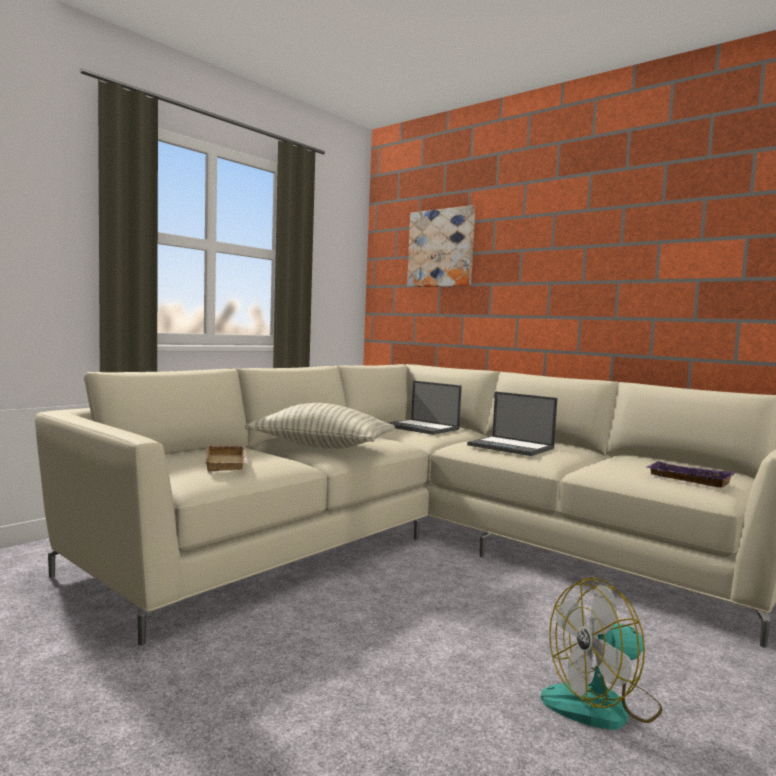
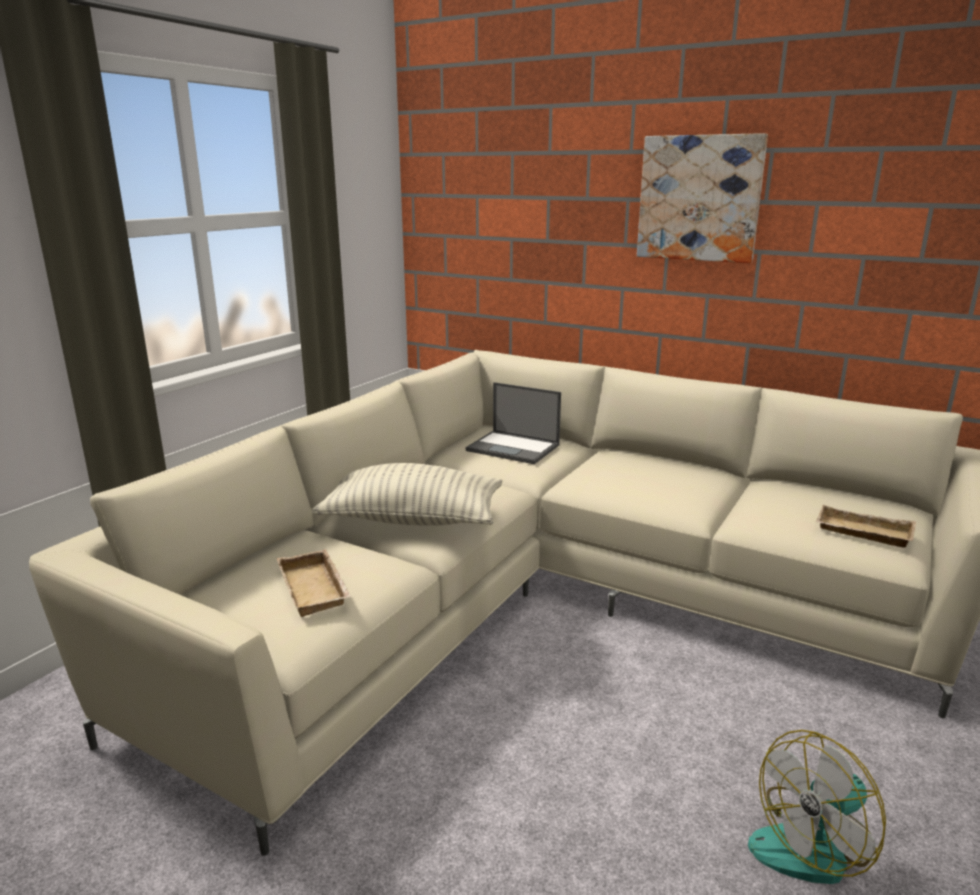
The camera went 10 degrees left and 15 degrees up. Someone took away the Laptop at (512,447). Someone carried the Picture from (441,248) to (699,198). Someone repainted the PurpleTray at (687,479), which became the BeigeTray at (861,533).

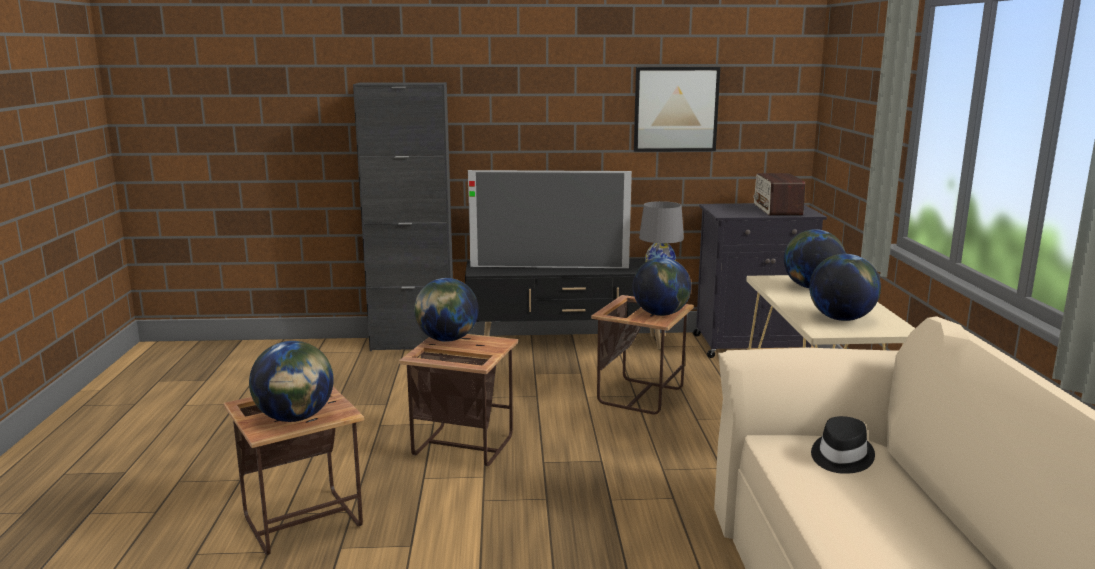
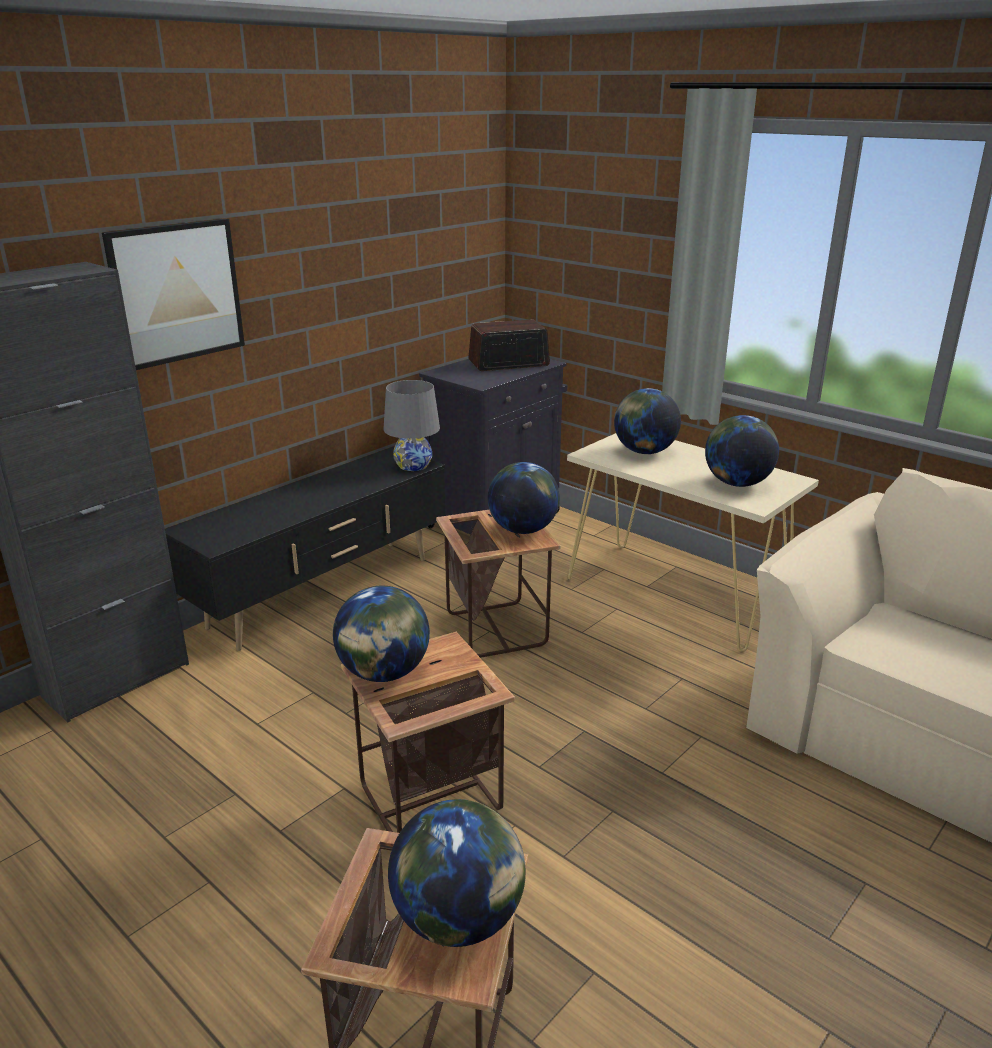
The camera went 45 degrees left and 10 degrees up. Someone took away the Television at (549,267). Someone took away the BlackHat at (840,457). Someone carried the Picture from (676,109) to (176,293). Someone rotated the Radio at (777,209) by 120 degrees clockwise.

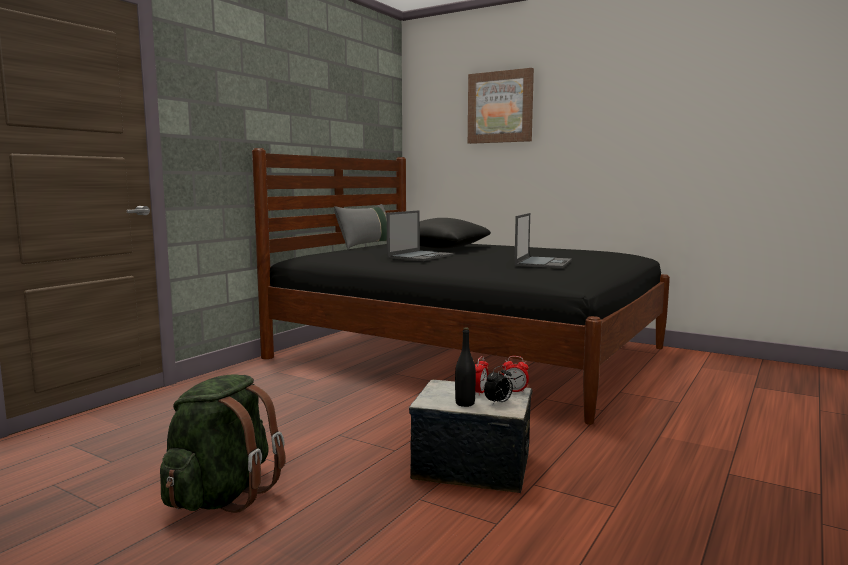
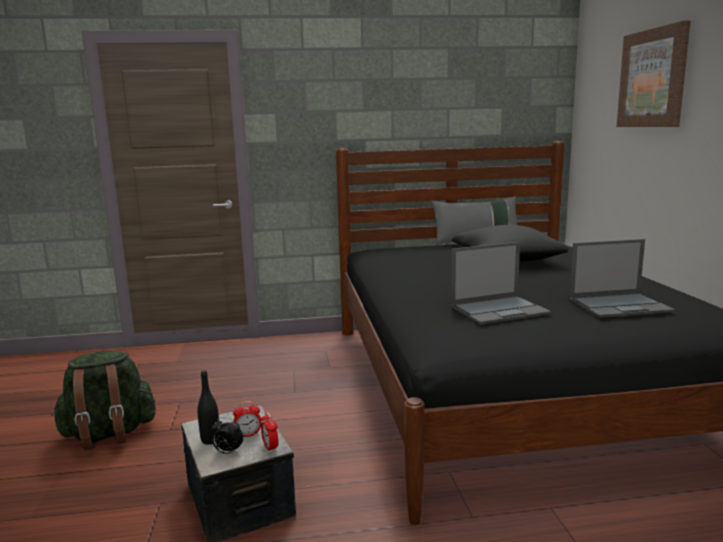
The camera went 50 degrees right and 5 degrees up. Someone carried the Laptop from (420,256) to (620,305).

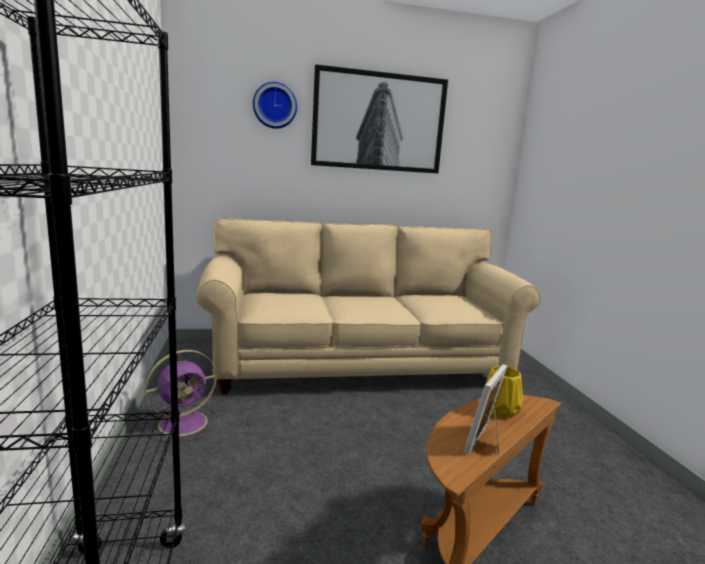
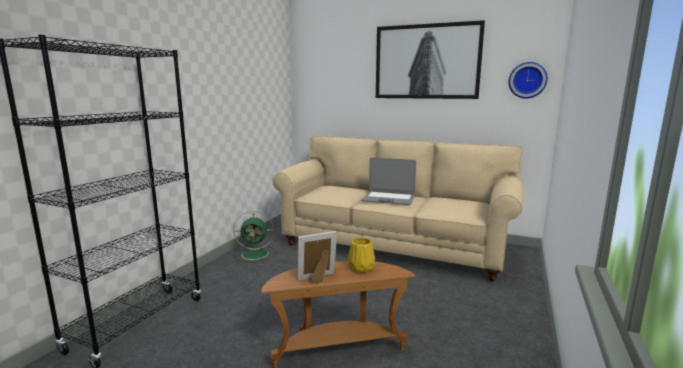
The camera went 35 degrees right and 0 degrees up. Someone put down the Laptop at (388,199). Someone carried the WallClock from (275,106) to (527,80). Someone repainted the PurpleFan at (185,423), which became the GreenFan at (256,254).

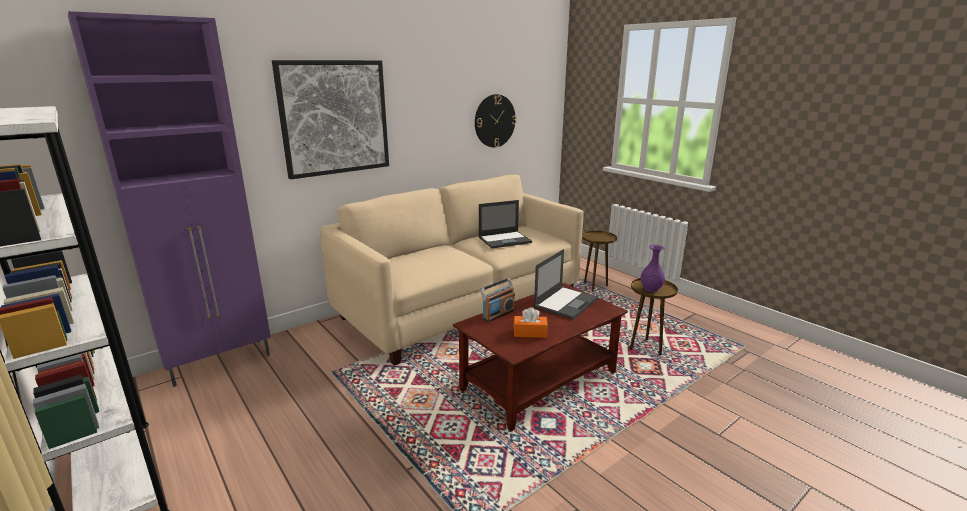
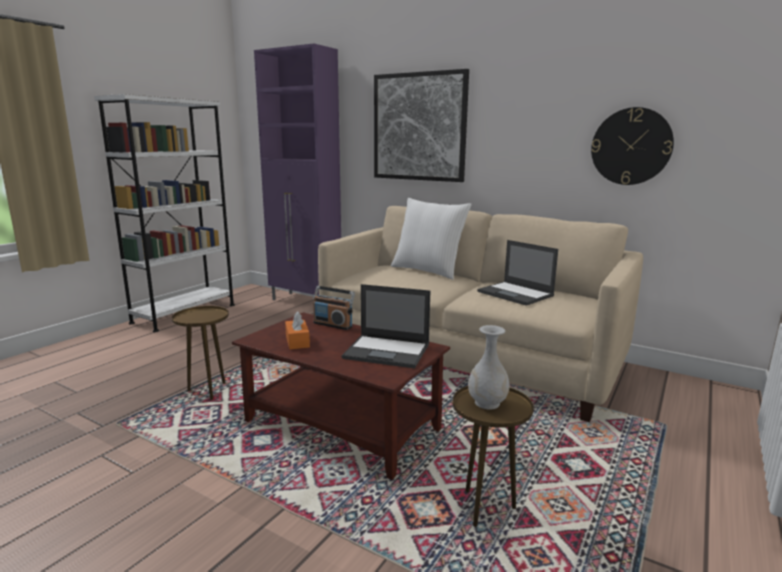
The camera went 70 degrees right and 5 degrees down. Someone put down the WhitePillow at (428,270). Someone carried the BrownSideTable from (594,286) to (208,391). Someone repainted the PurpleVase at (650,289), which became the WhiteVase at (487,403).

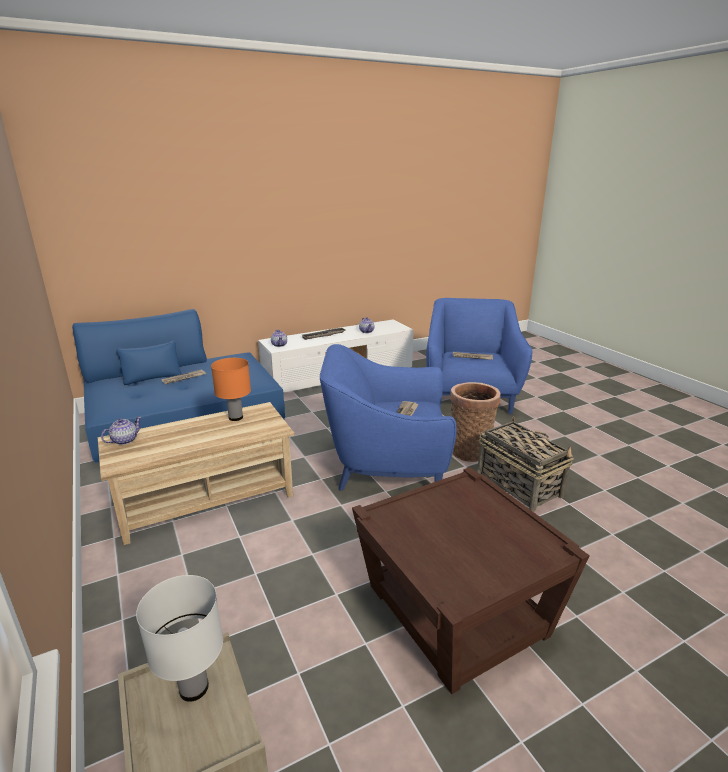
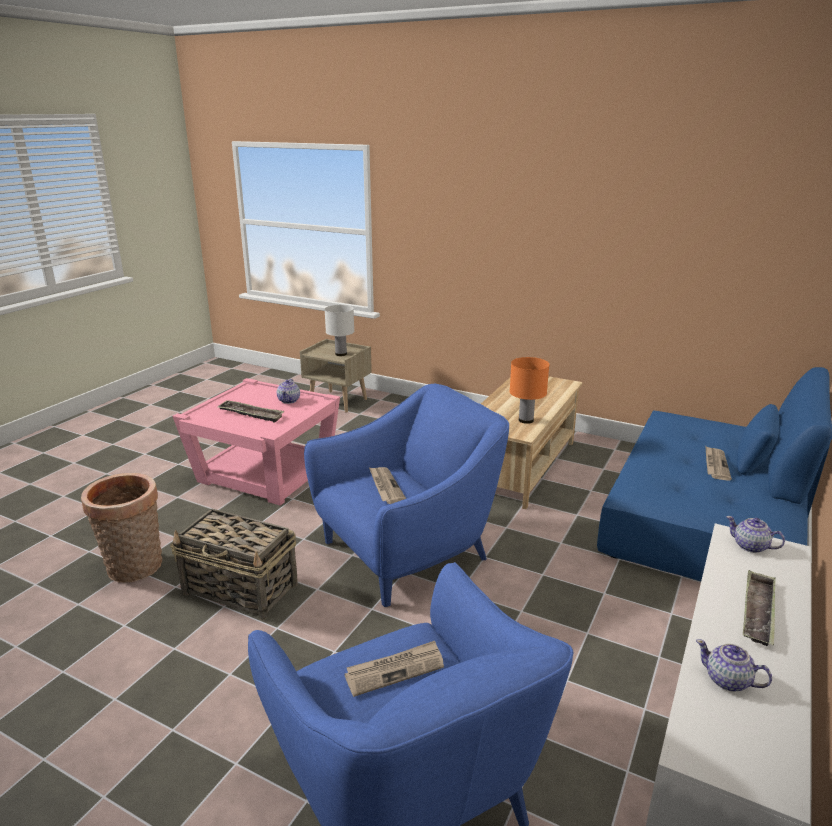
The camera went 145 degrees right and 0 degrees up. Someone put down the Tray at (251,414). Someone carried the Teapot from (124,440) to (289,400). Someone carried the Basket from (469,450) to (135,569). Someone repainted the BrownSideTable at (454,611), which became the PinkSideTable at (266,473).

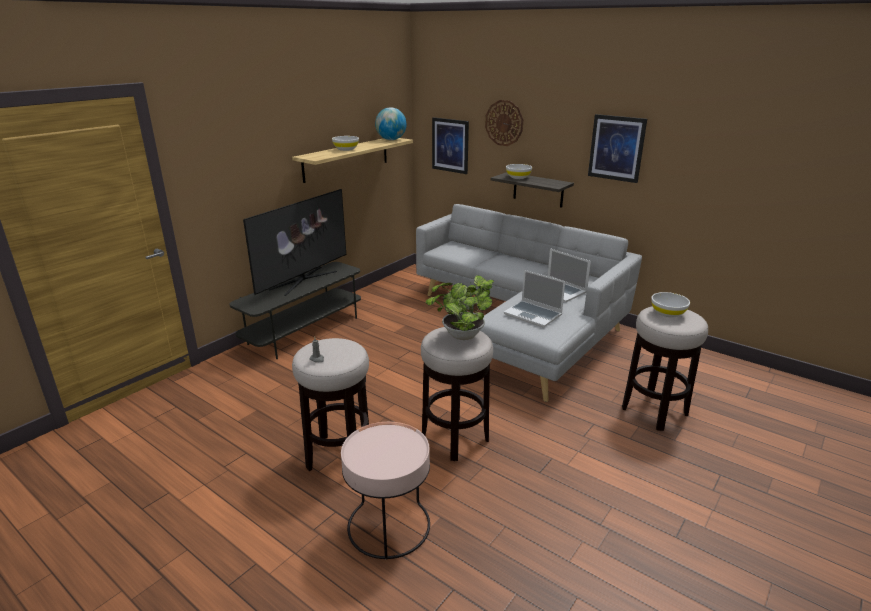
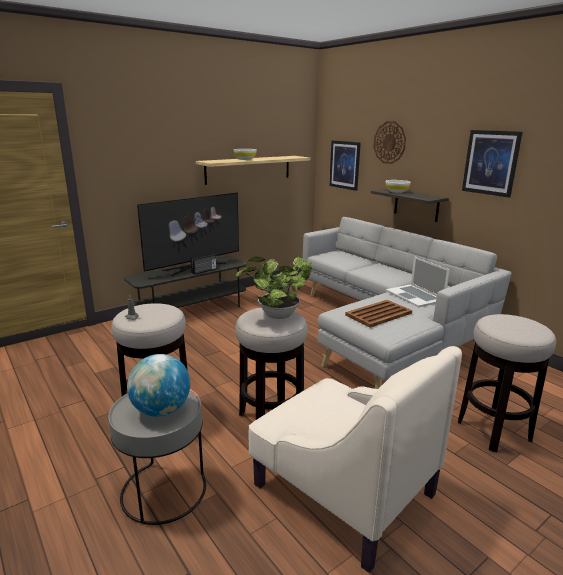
The camera went 15 degrees right and 5 degrees down. Someone took away the WhiteBowl at (668,313). Someone put down the Radio at (204,271). Someone put down the BeigeArmchair at (342,488). Someone carried the Globe from (391,140) to (161,410). Someone swapped the Laptop at (534,315) for the BrownTray at (379,314). Someone repainted the PinkSideTable at (388,526), which became the GreySideTable at (163,491).

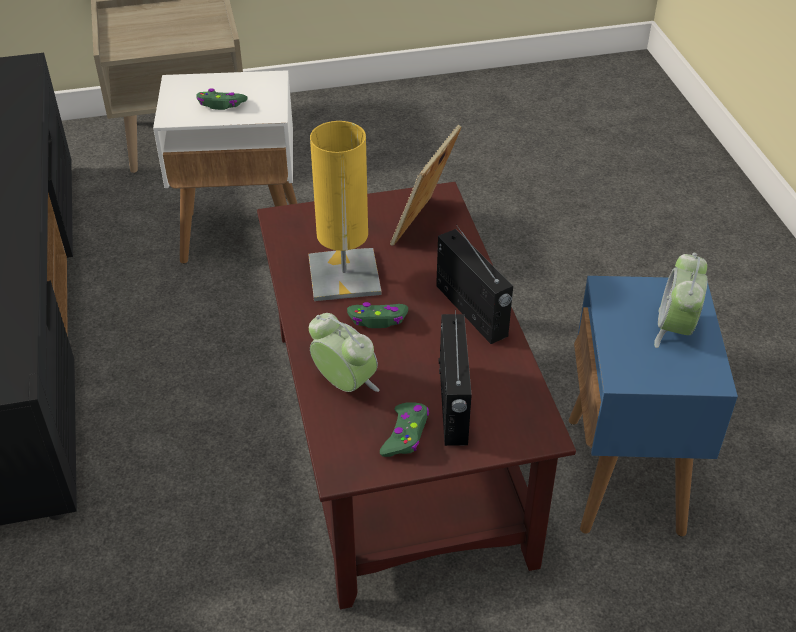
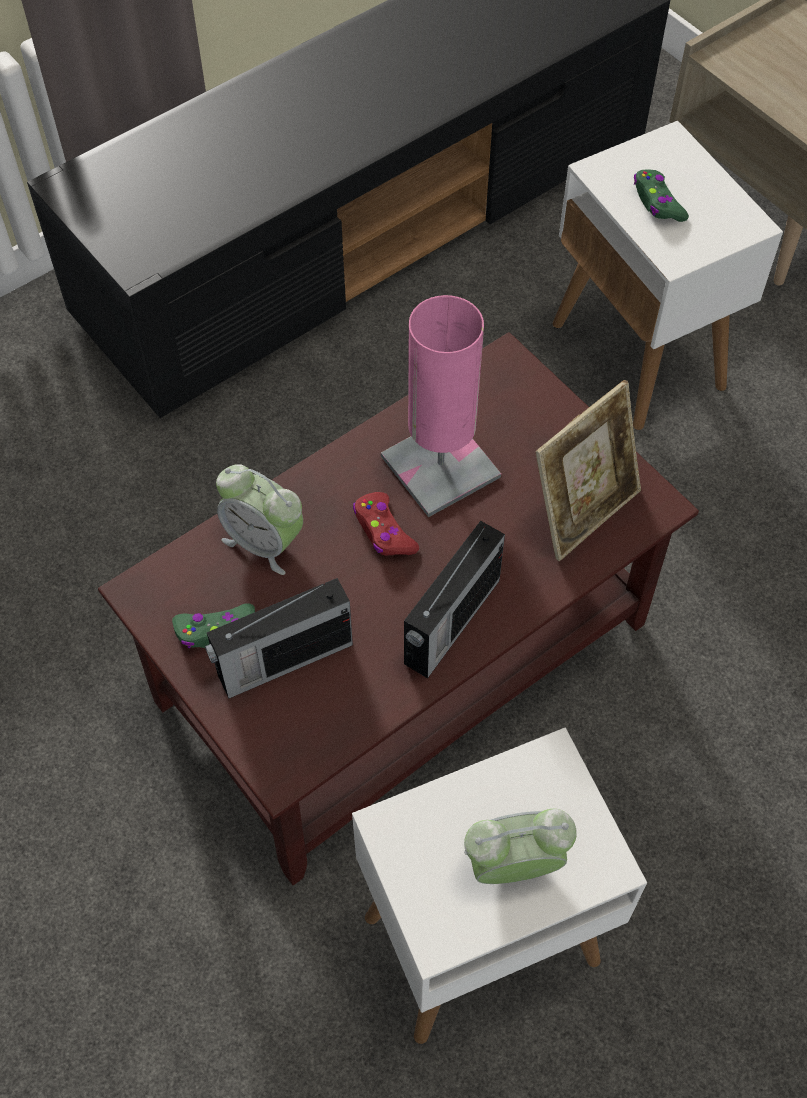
The camera went 65 degrees right and 15 degrees up. Someone repainted the YellowTableLamp at (344,275), which became the PinkTableLamp at (440,466). Someone repainted the GreenGameController at (378,319), which became the RedGameController at (383,531). Someone repainted the BlueSideTable at (624,476), which became the WhiteSideTable at (479,940). Someone rotated the AlarmClock at (345,384) by 105 degrees clockwise. Someone rotated the PictureFrame at (424,225) by 135 degrees clockwise.

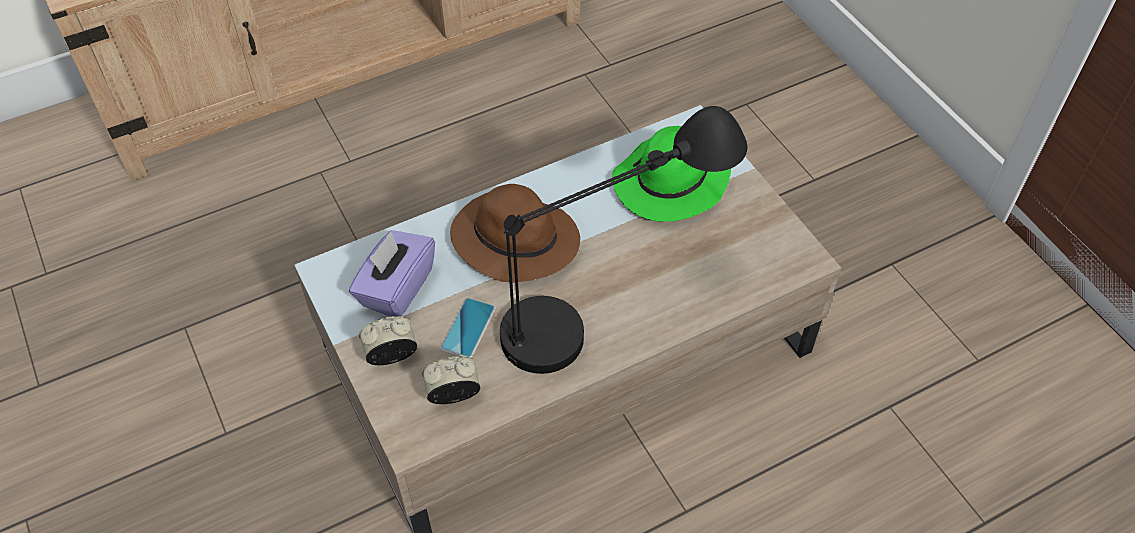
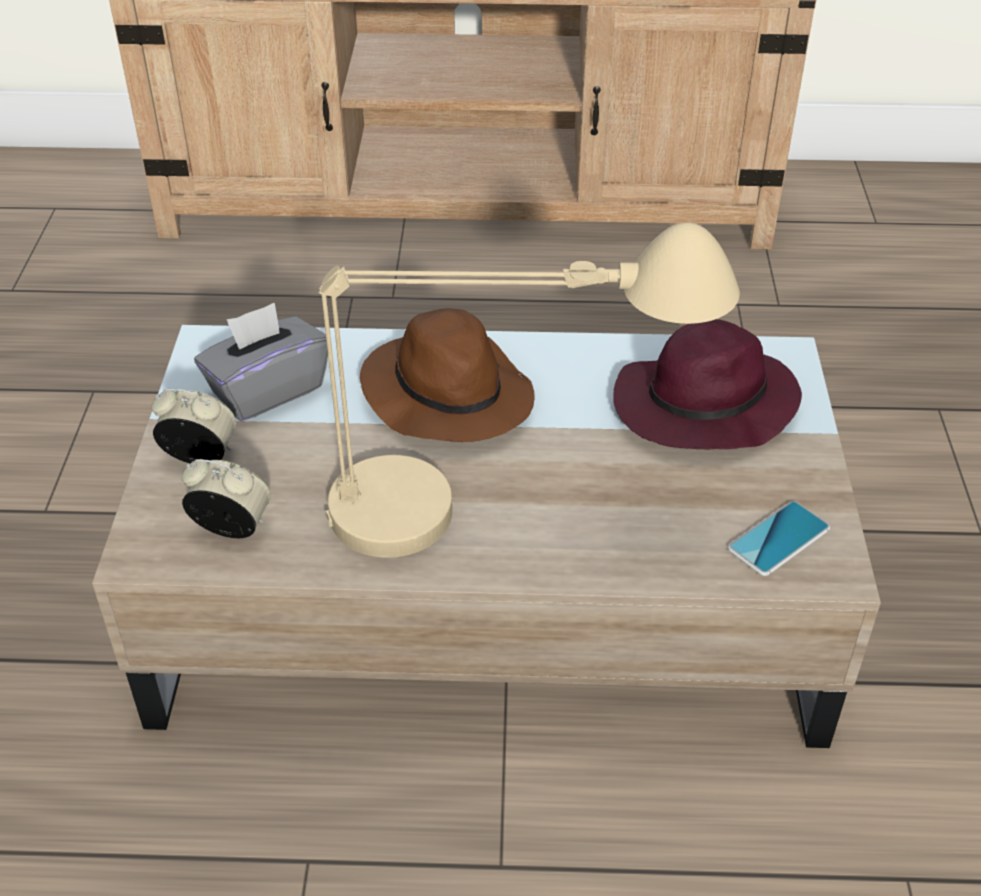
The camera went 30 degrees right and 10 degrees down. Someone carried the Phone from (468,328) to (778,539). Someone repainted the PurpleTissueBox at (396,288), which became the GreyTissueBox at (267,390). Someone repainted the BlackTableLamp at (607,307), which became the BeigeTableLamp at (502,513). Someone repainted the GreenHat at (671,183), which became the PurpleHat at (702,408).

